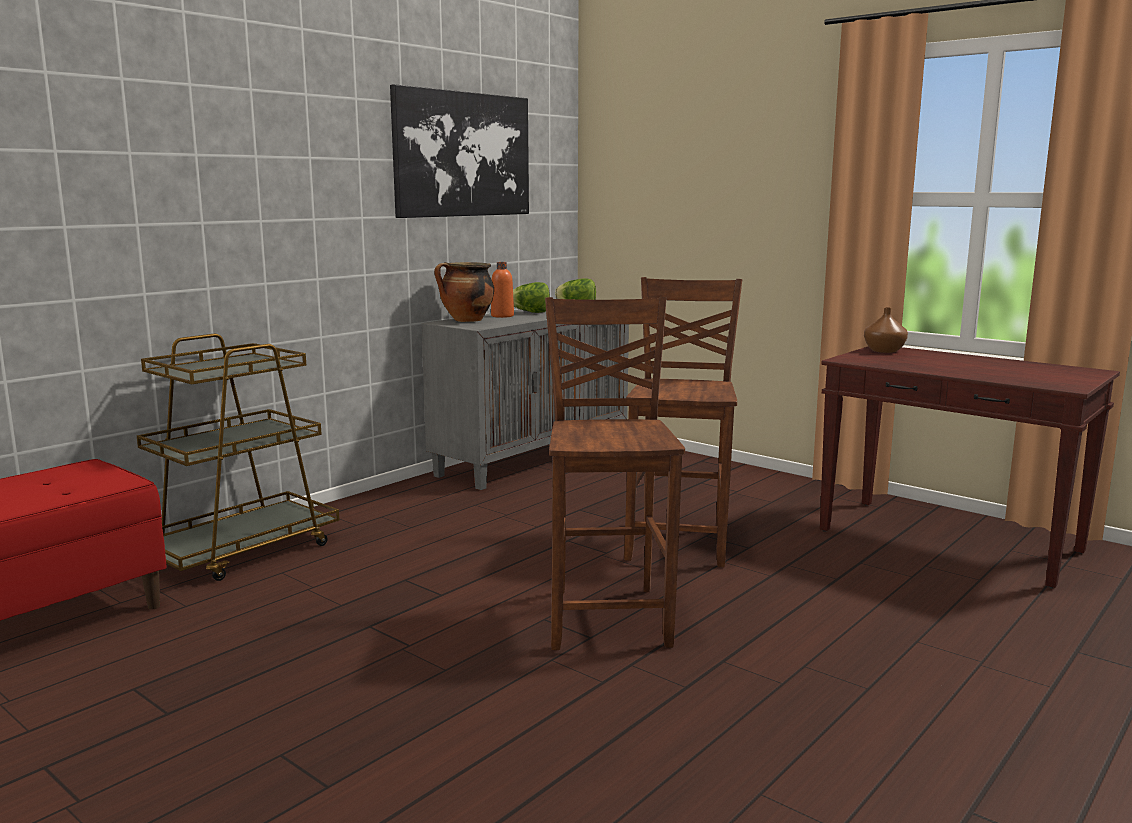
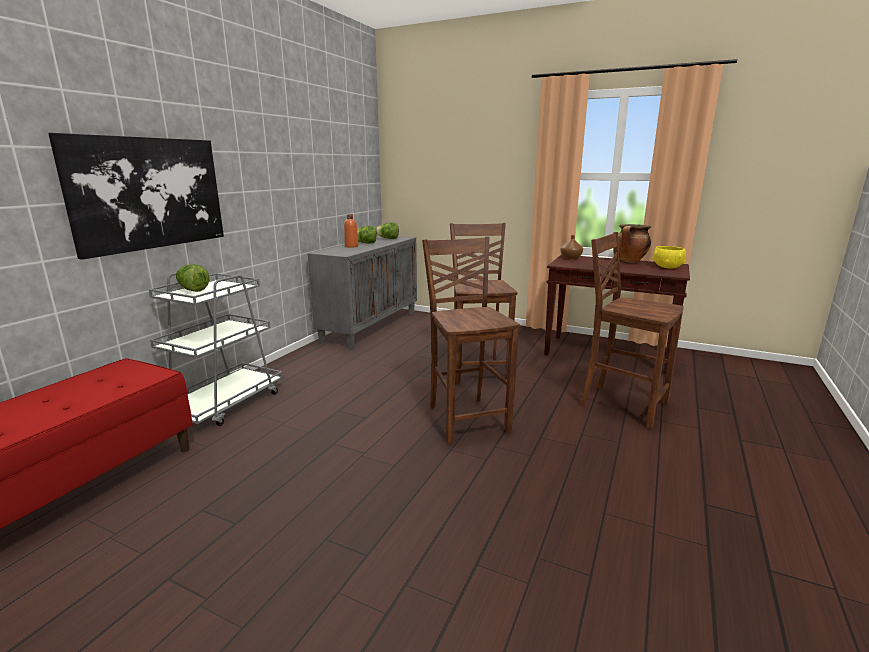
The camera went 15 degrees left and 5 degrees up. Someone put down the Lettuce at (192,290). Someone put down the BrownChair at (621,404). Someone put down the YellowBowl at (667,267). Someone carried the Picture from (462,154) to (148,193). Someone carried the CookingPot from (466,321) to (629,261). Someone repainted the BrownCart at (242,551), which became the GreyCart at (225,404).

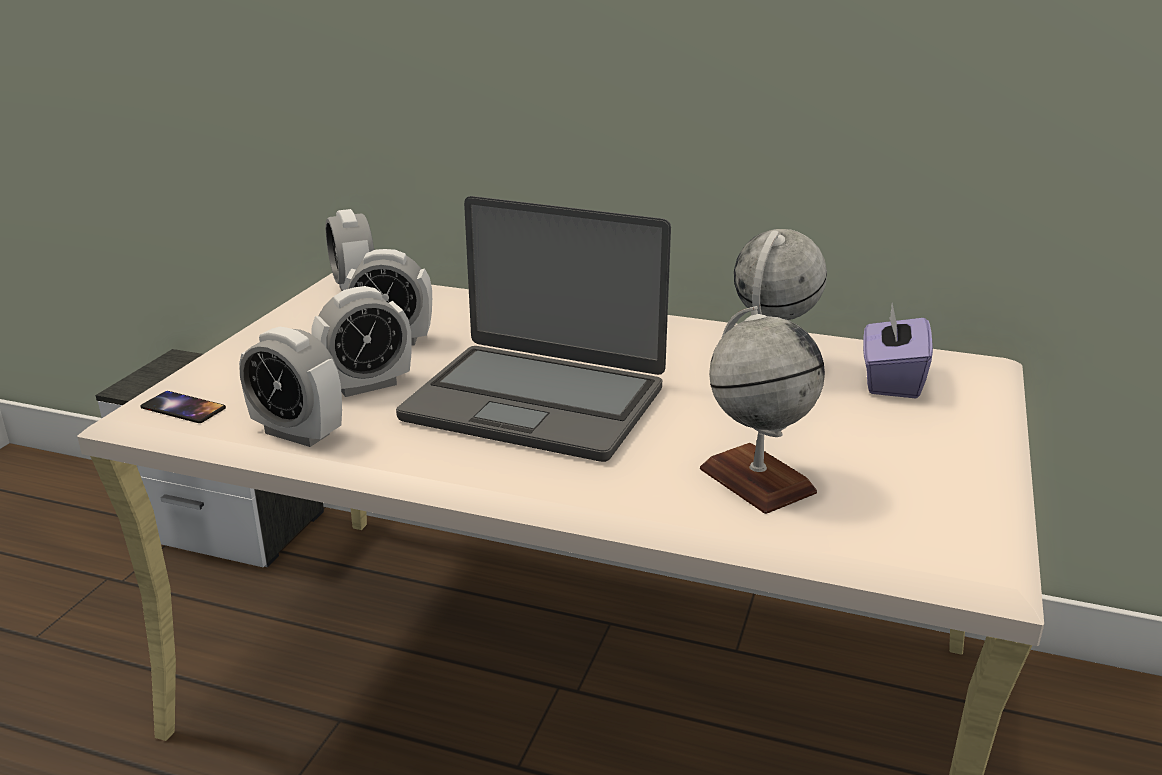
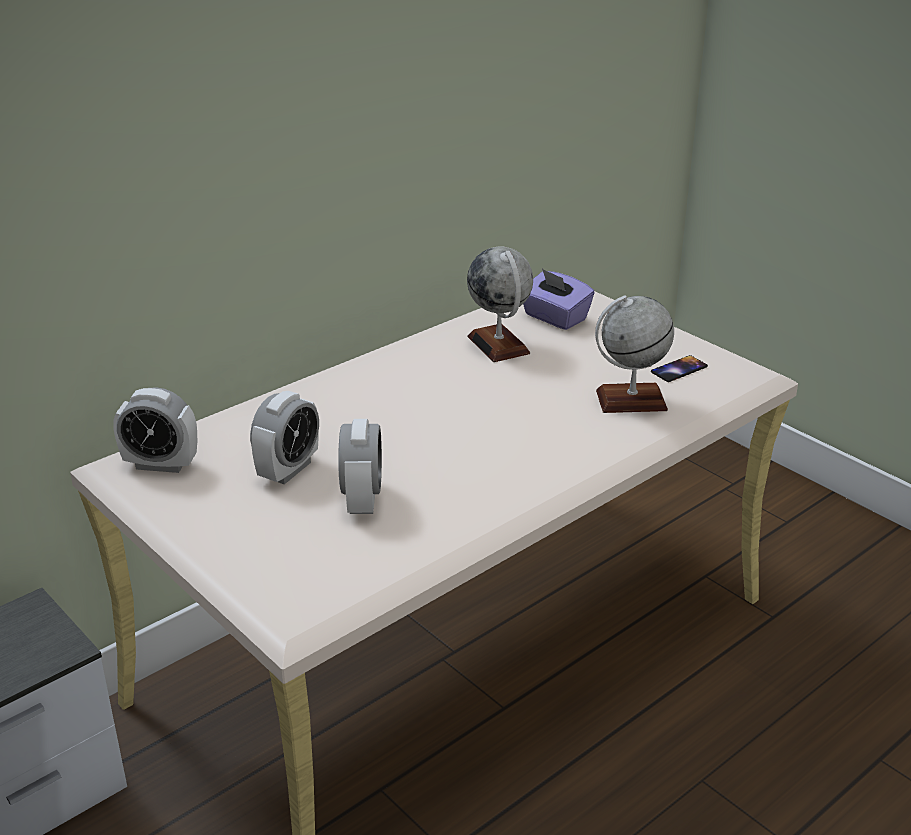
The camera went 60 degrees left and 5 degrees up. Someone took away the AlarmClock at (297,433). Someone took away the Laptop at (536,402). Someone carried the Phone from (183,408) to (679,369).

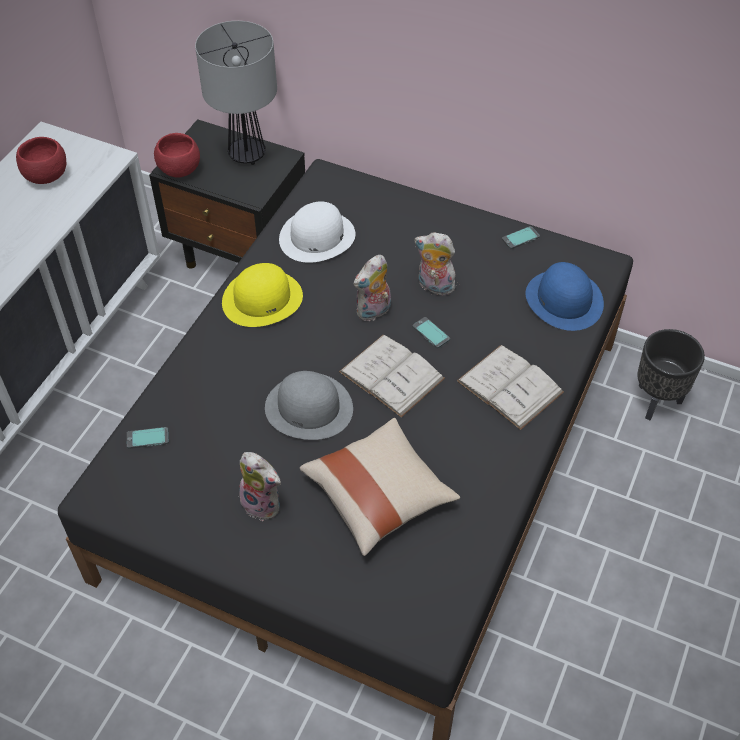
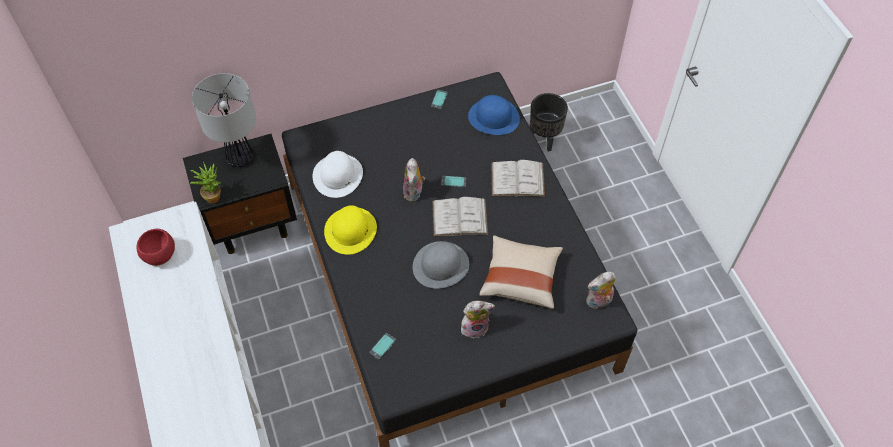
The camera went 45 degrees left and 5 degrees up. Someone carried the PlushToy from (434,286) to (598,302). Someone swapped the RedBowl at (180,170) for the PottedPlant at (212,195).

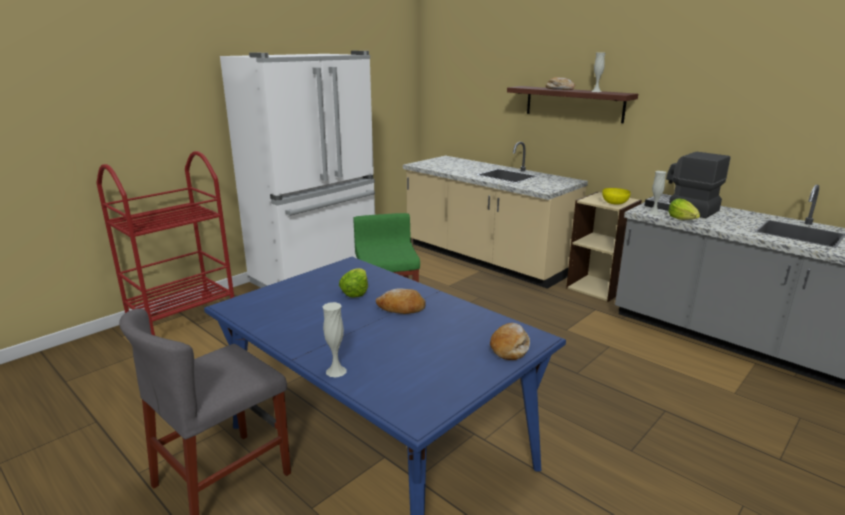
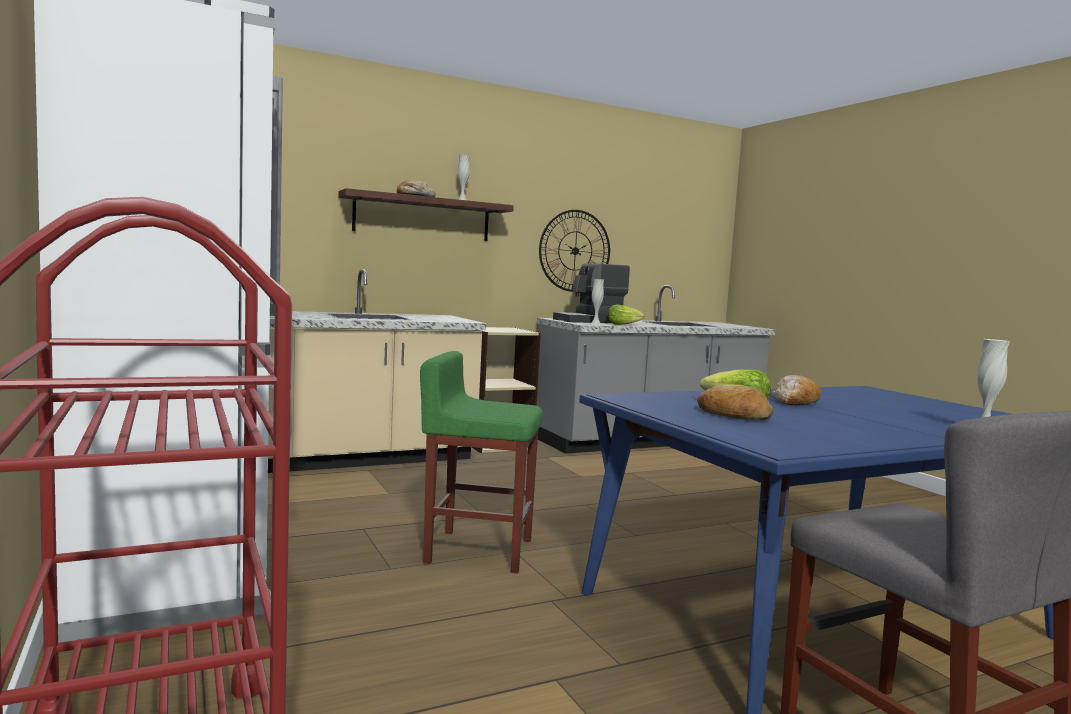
The camera went 70 degrees left and 15 degrees down. Someone took away the YellowBowl at (615,202). Someone put up the WallClock at (575,251). Someone carried the Bread from (510,347) to (733,415).

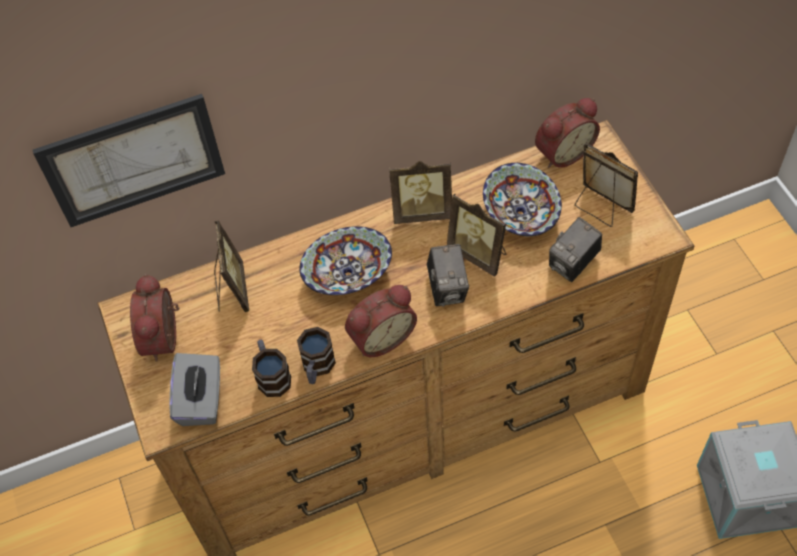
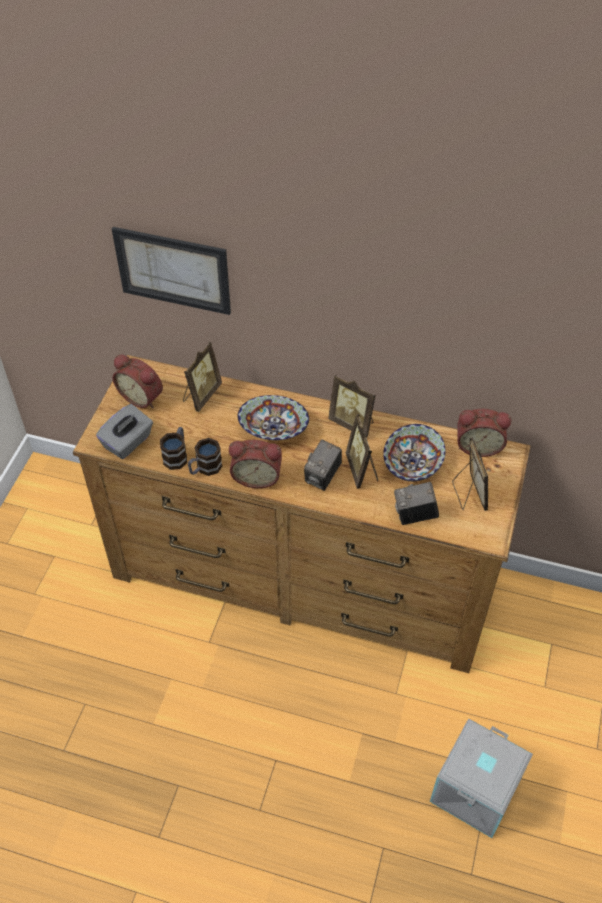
The camera went 35 degrees right and 5 degrees down. Someone rotated the AlarmClock at (165,337) by 90 degrees counterclockwise.

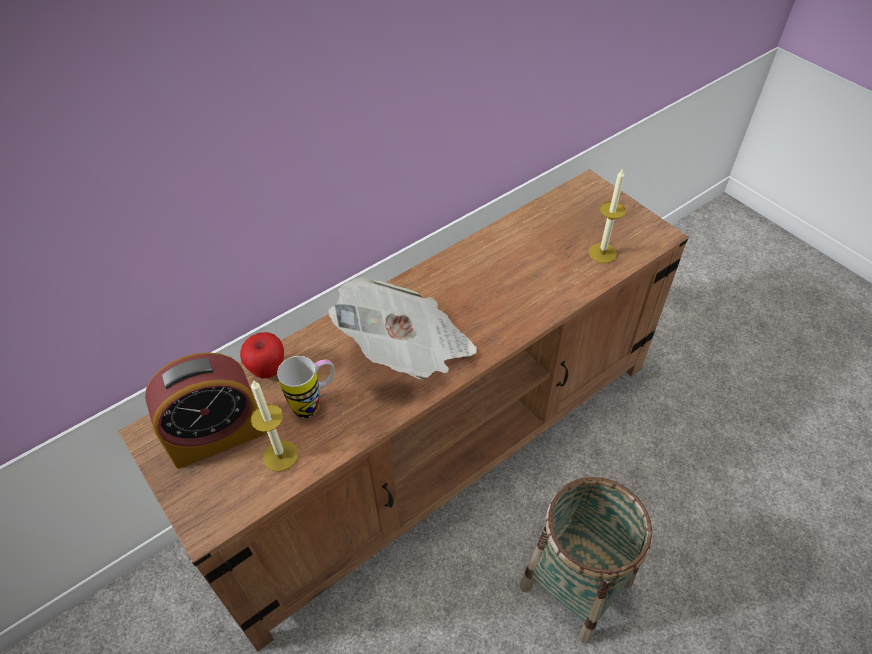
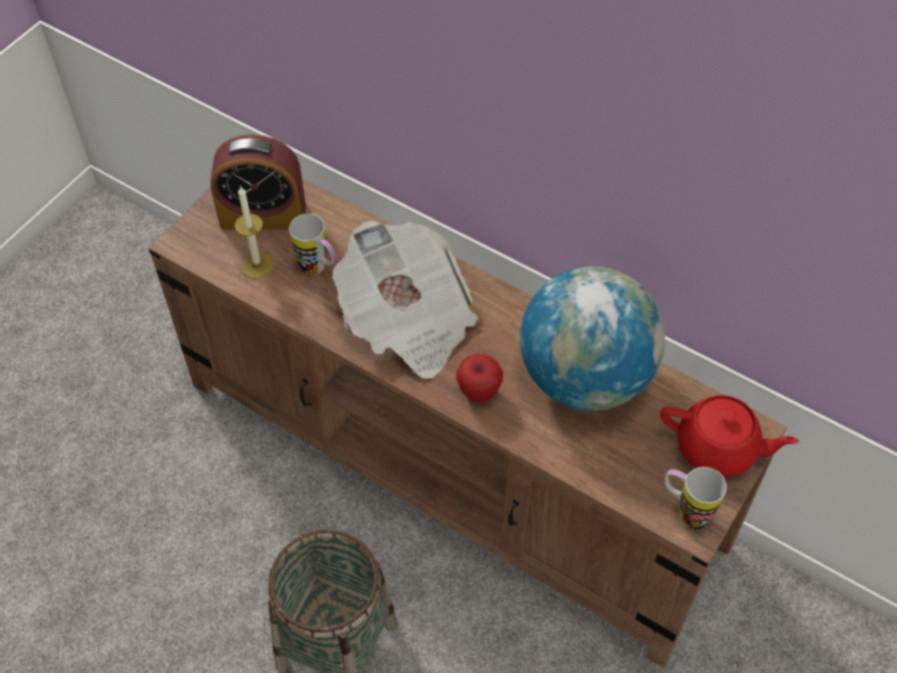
The camera went 70 degrees right and 5 degrees up. Someone took away the Candle at (602,253). Someone put down the Globe at (585,377). Someone put down the RedTeapot at (718,448). Someone put down the Mug at (684,512). Someone carried the Apple from (268,370) to (478,392). Someone rotated the AlarmClock at (217,435) by 45 degrees counterclockwise.

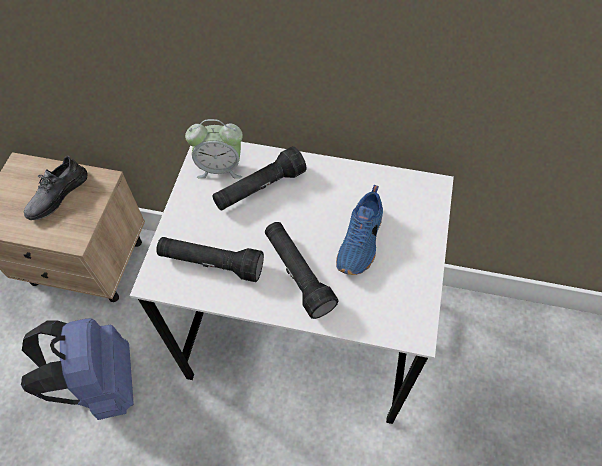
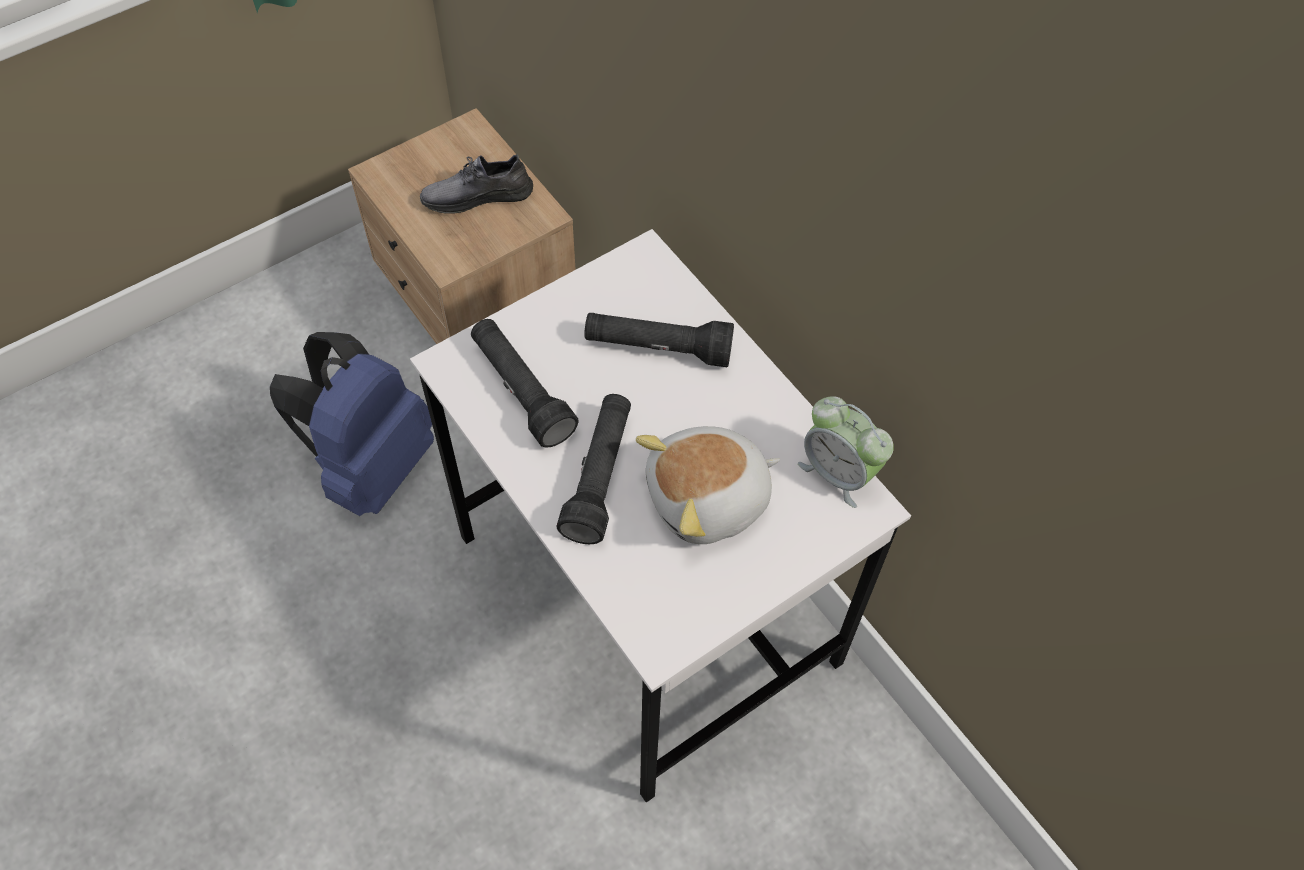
The camera went 40 degrees right and 0 degrees up. Someone carried the AlarmClock from (220,167) to (838,472). Someone swapped the BlueShoe at (361,241) for the PlushToy at (709,500).

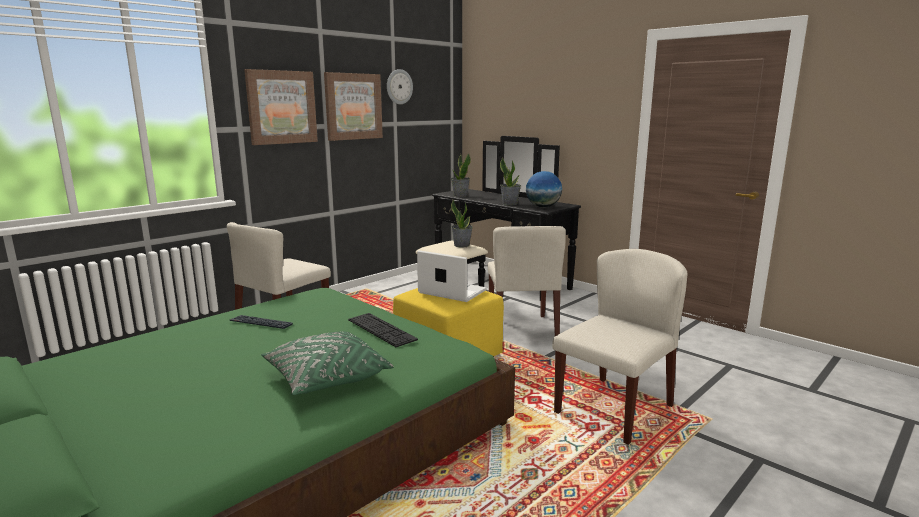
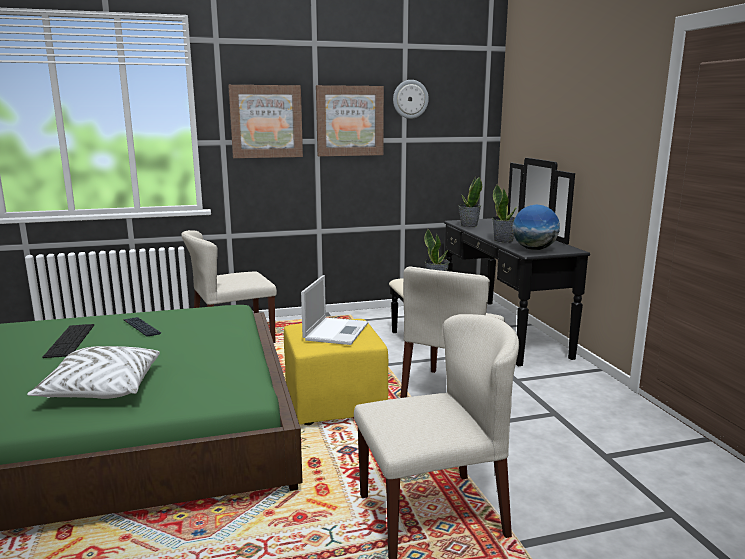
The camera went 30 degrees right and 0 degrees up. Someone carried the Keyboard from (381,329) to (70,340). Someone repainted the GreenPillow at (326,378), which became the WhitePillow at (101,389). Someone rotated the Laptop at (451,291) by 45 degrees clockwise.

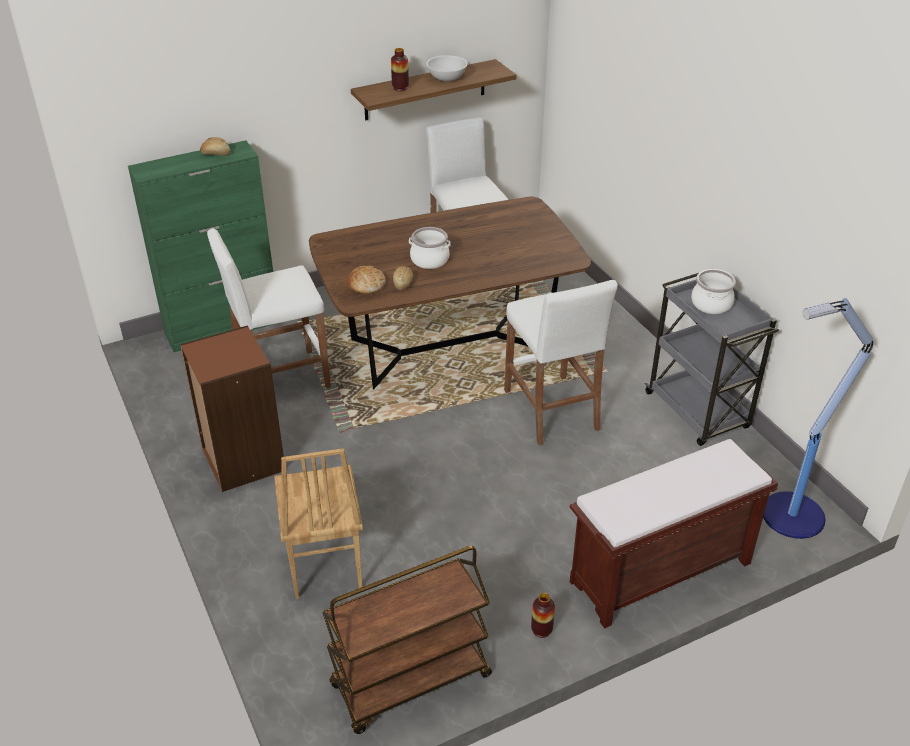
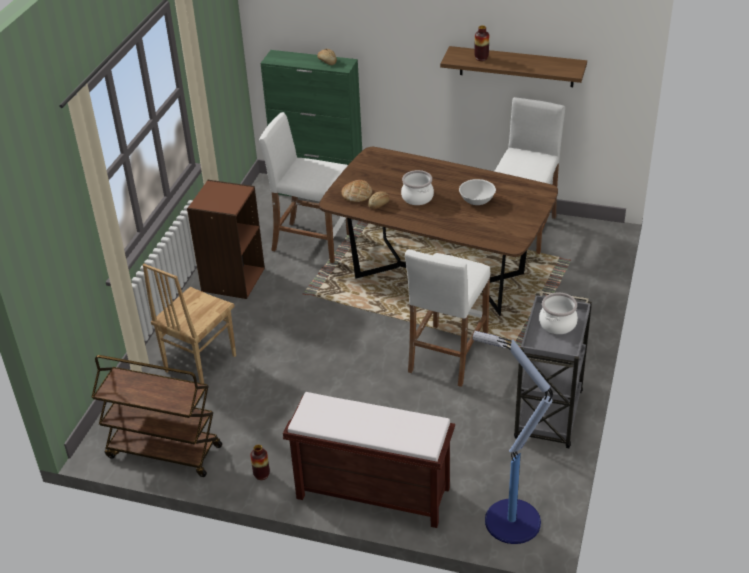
The camera went 45 degrees right and 0 degrees up. Someone carried the WhiteBowl from (447,77) to (477,200).

